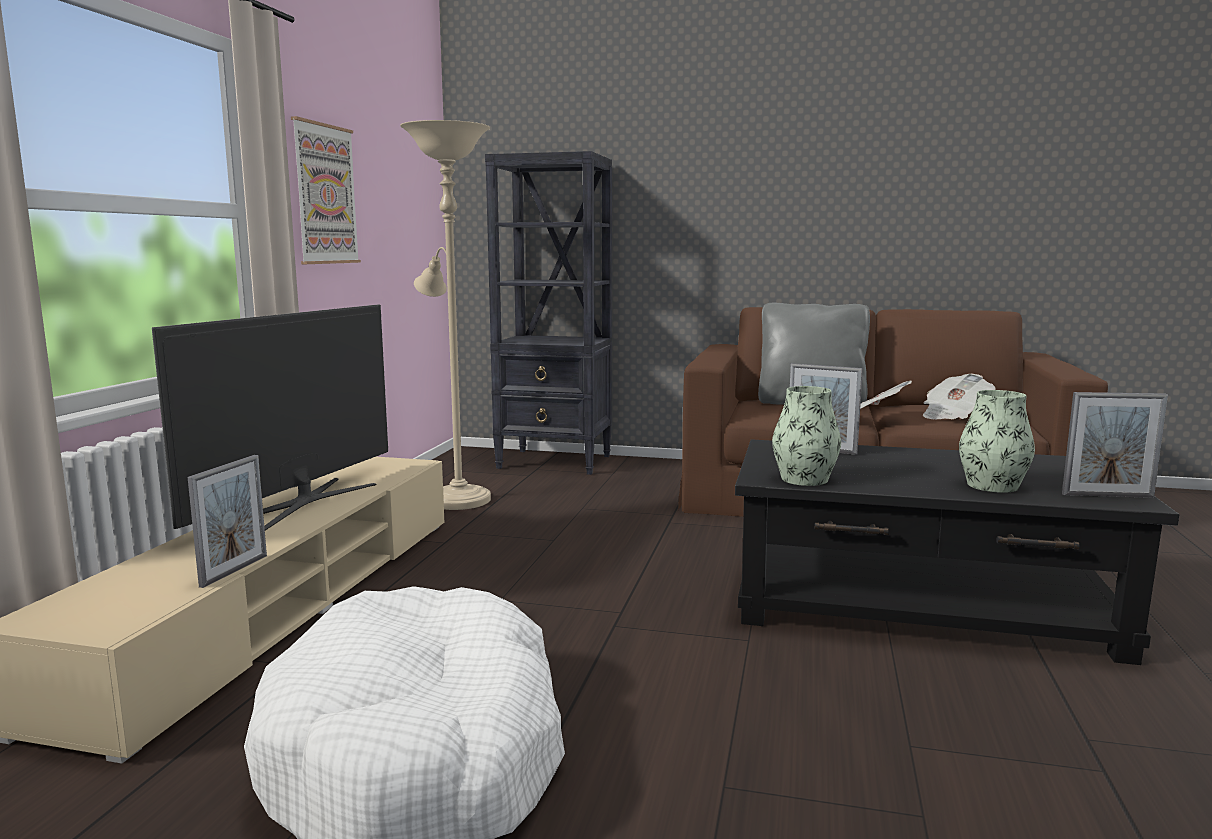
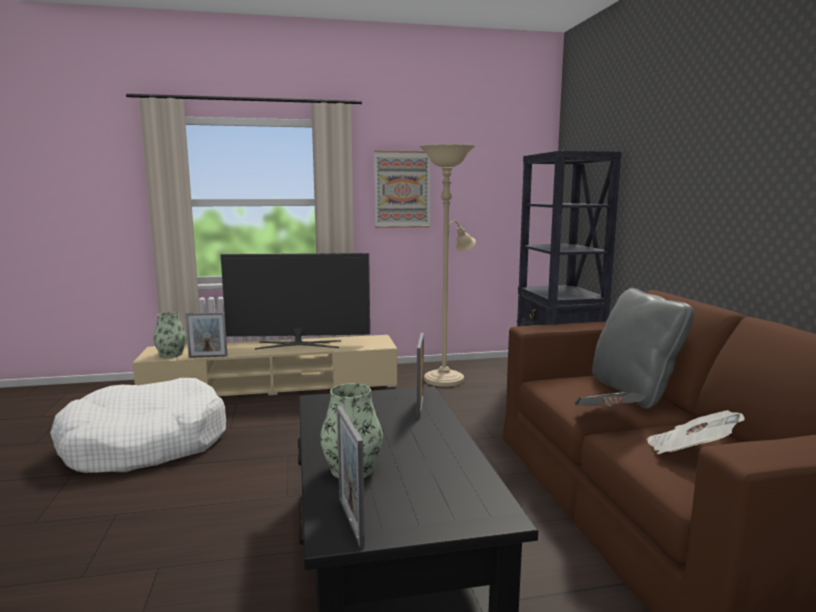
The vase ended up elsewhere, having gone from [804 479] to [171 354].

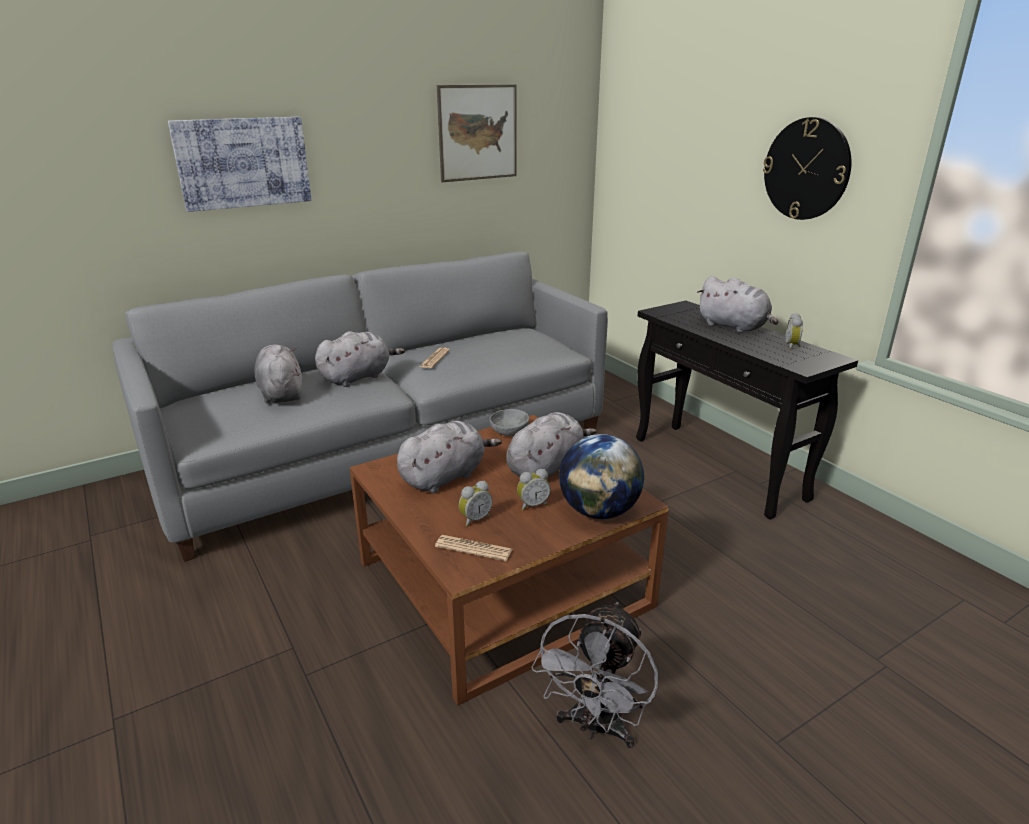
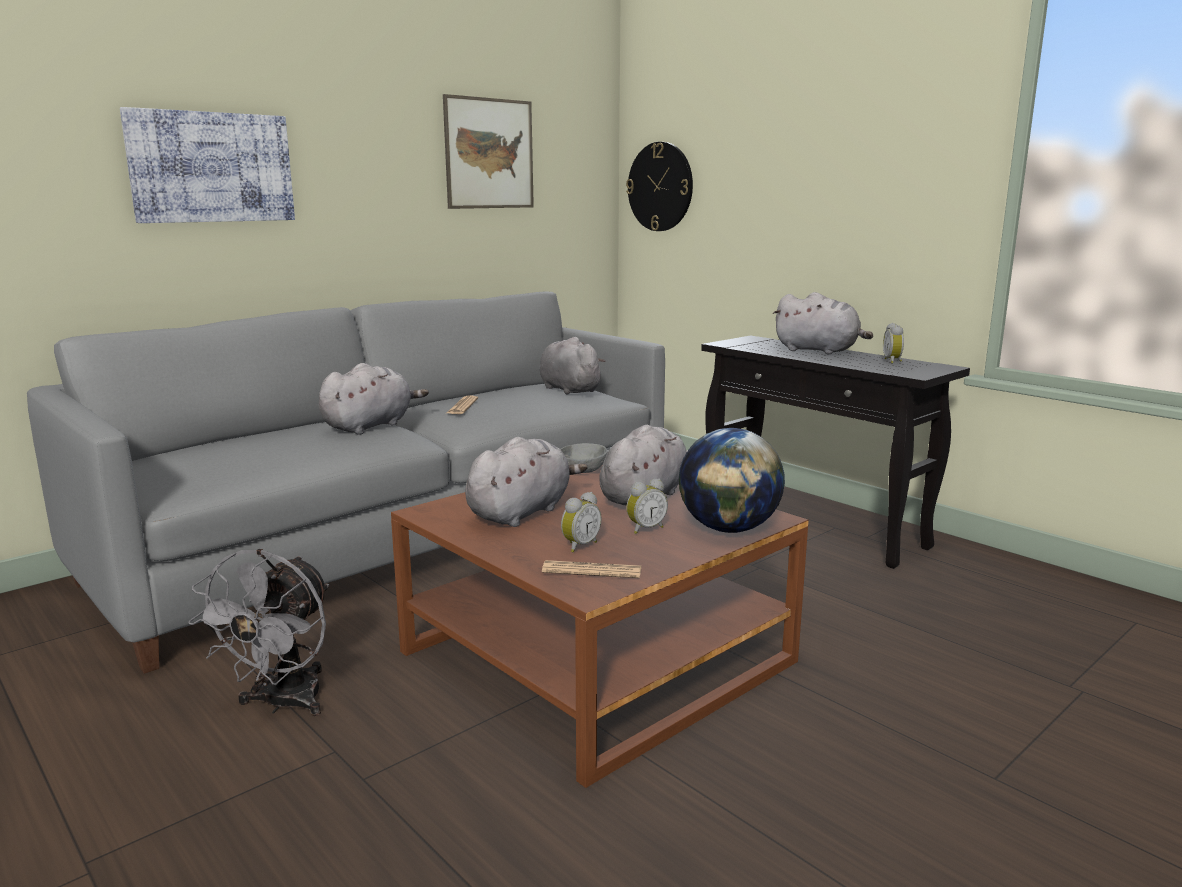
The horloge murale ended up elsewhere, having gone from [806 169] to [660 187].
The peluche [gris] ended up elsewhere, having gone from [281 393] to [568 389].
The ventilateur [gris] ended up elsewhere, having gone from [595 727] to [283 704].

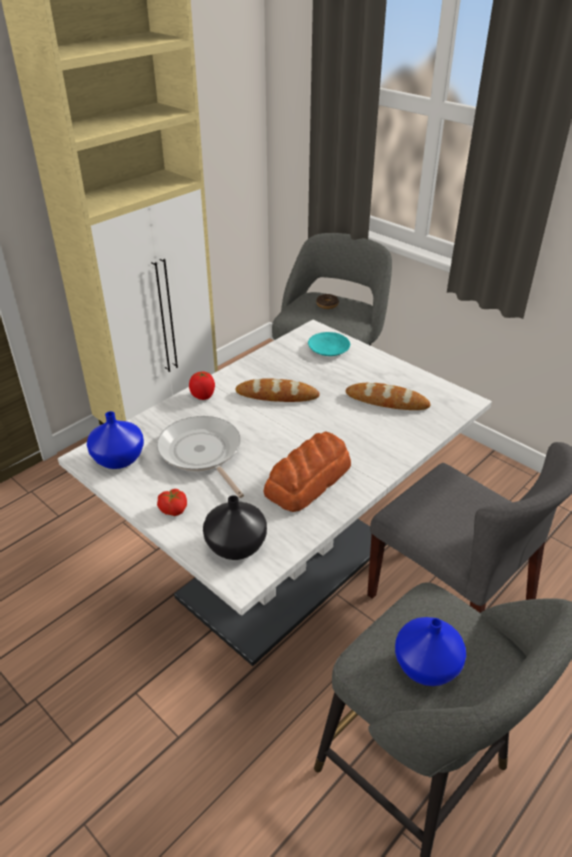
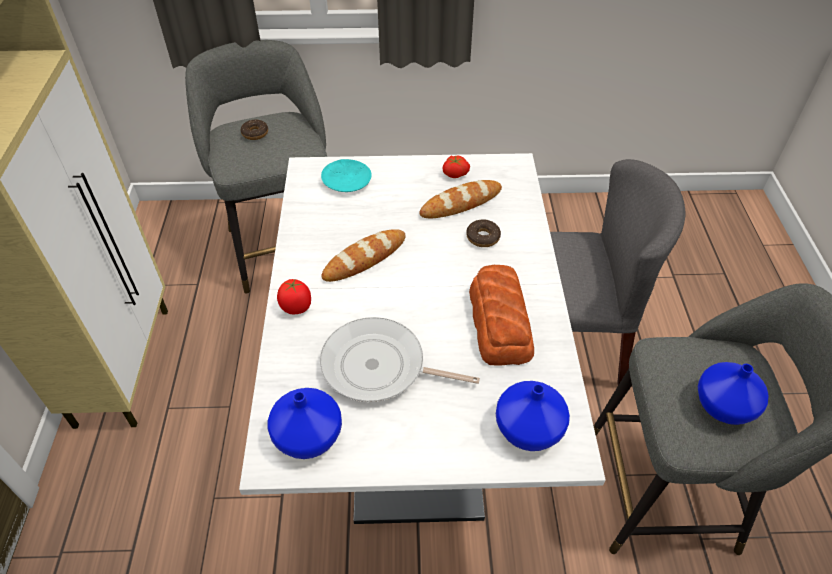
The tomate ended up elsewhere, having gone from [174 509] to [455 173].
What was the vase [noir] at [235 547] turned into the vase [bleu] at [529 431].
The second view gained the beignet at [483 237].

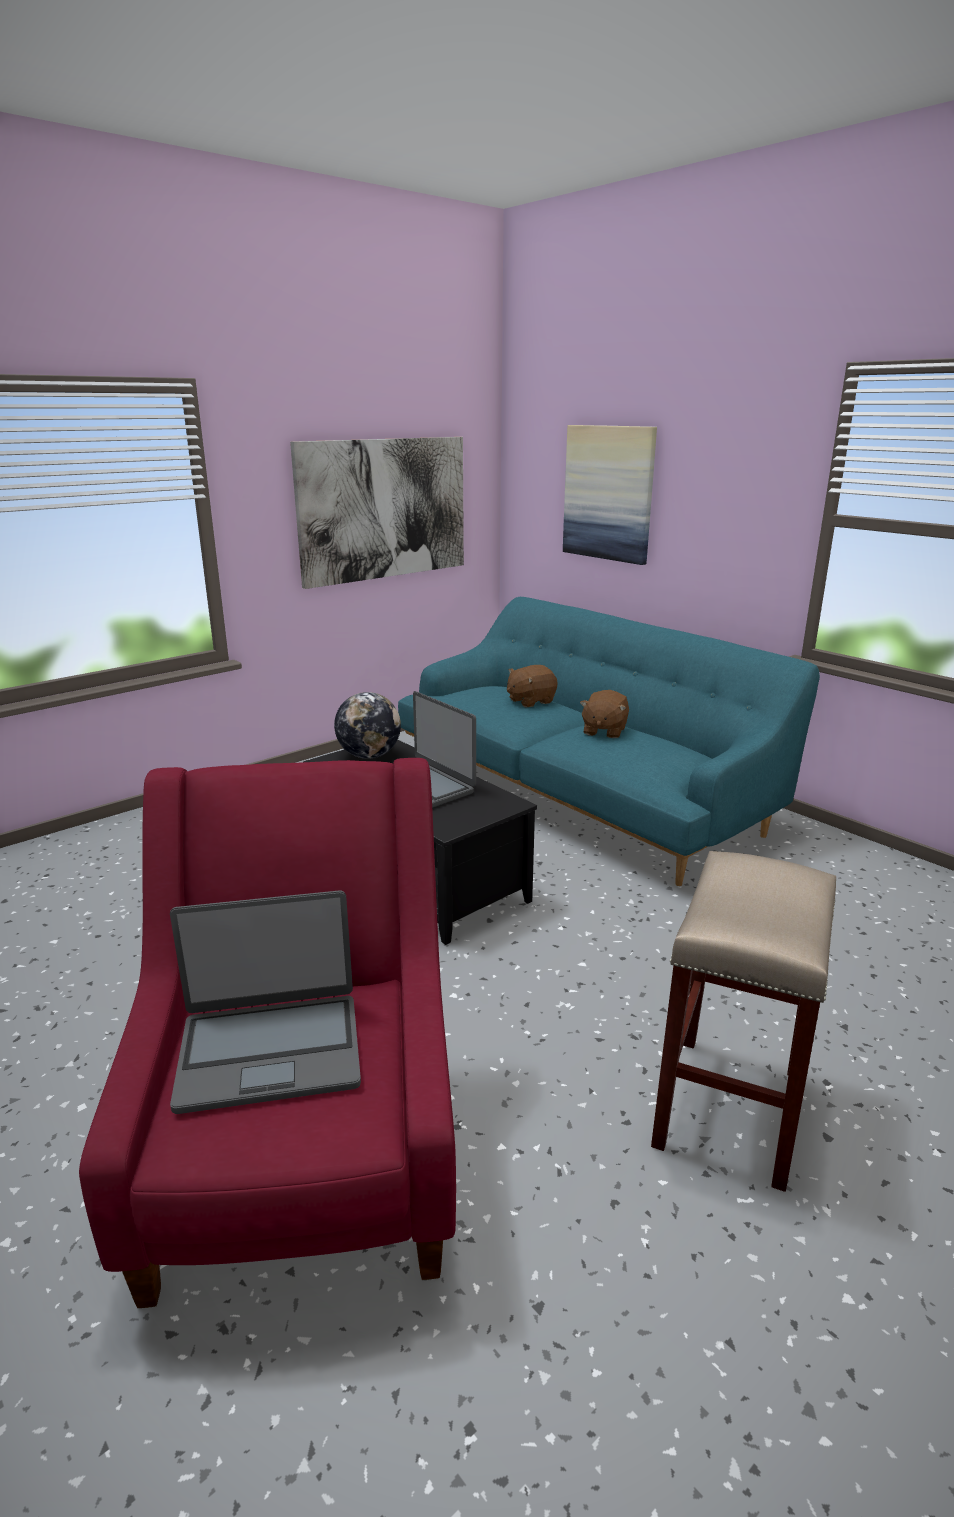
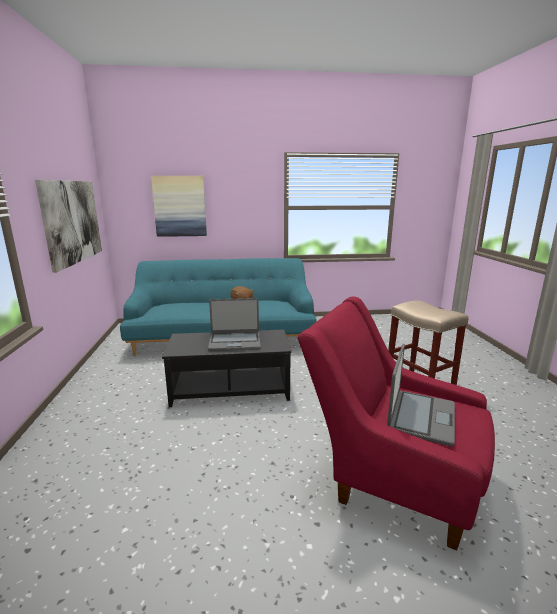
The second view lost the peluche [marron] at [530 701].
The second view lost the globe at [369 756].

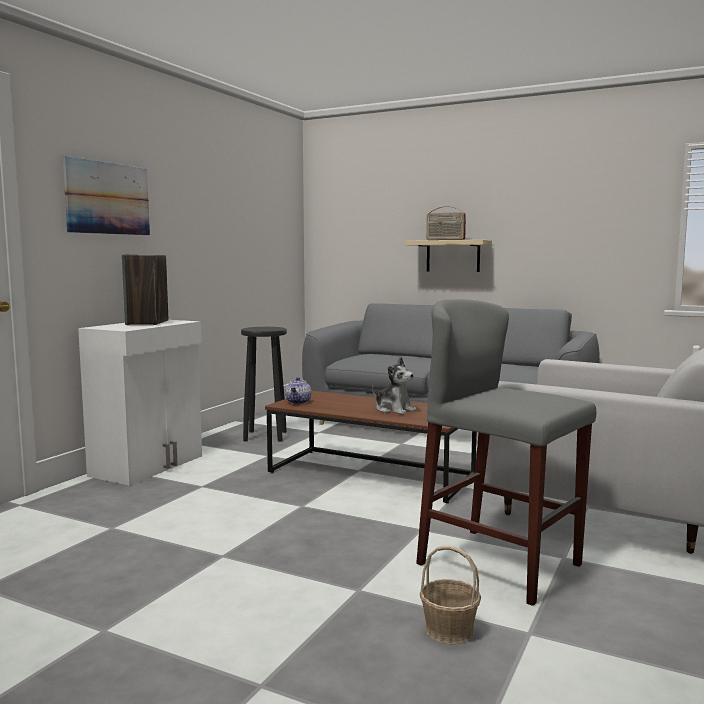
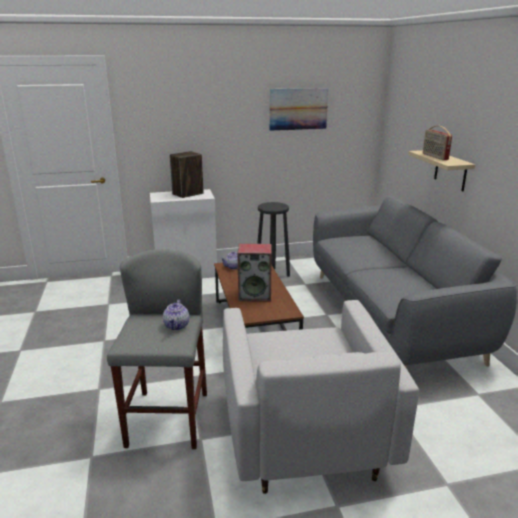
The tableau ended up elsewhere, having gone from [108 198] to [298 109].
Where the peluche stood at [394 410], the enceinte came to stand at [255 295].
The second view lost the panier at [449 630].
The second view gained the théière at [177 325].

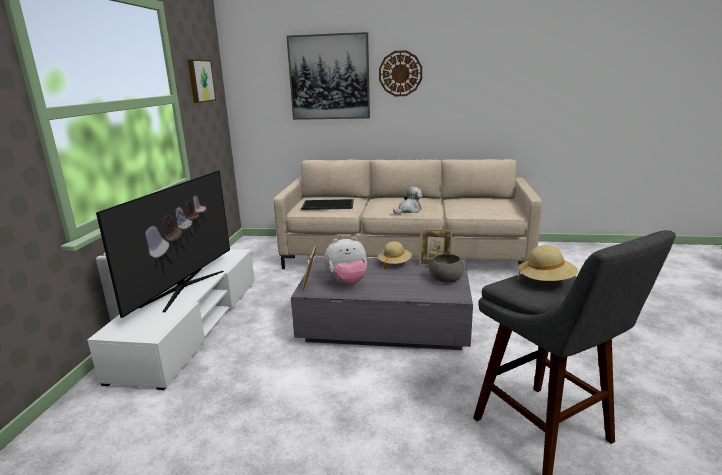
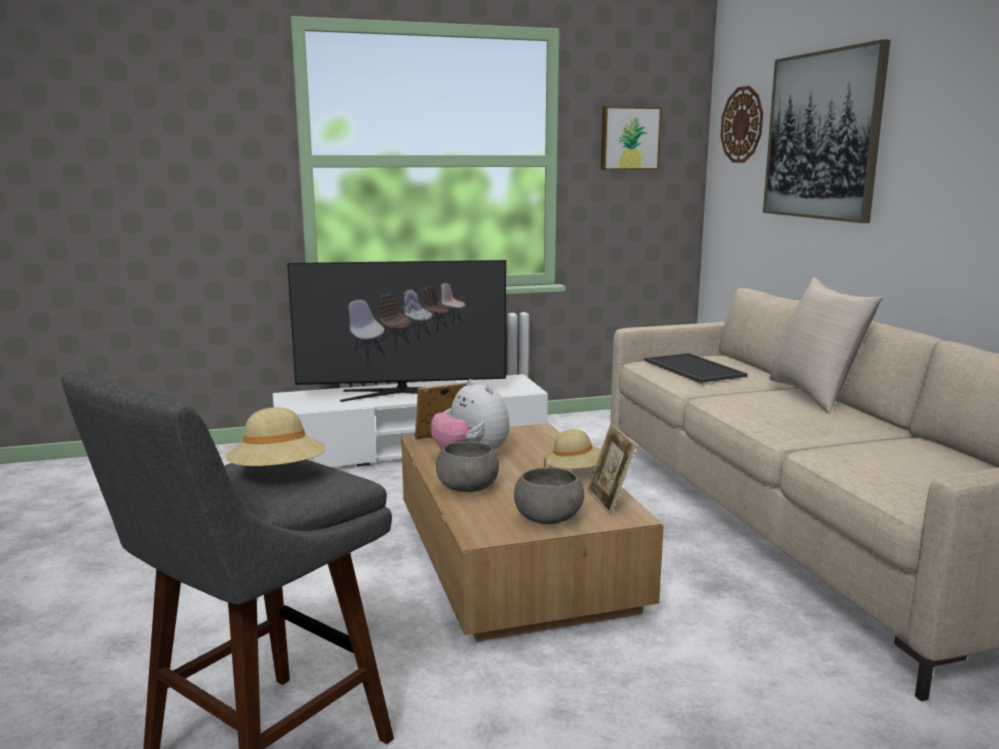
The horloge murale ended up elsewhere, having gone from [400 73] to [742 125].
The second view lost the peluche at [409 210].
What was the table basse [gris] at [385 323] turned into the table basse [marron] at [514 559].
The second view gained the coussin [beige] at [814 395].
The second view gained the bol [gris] at [468 487].

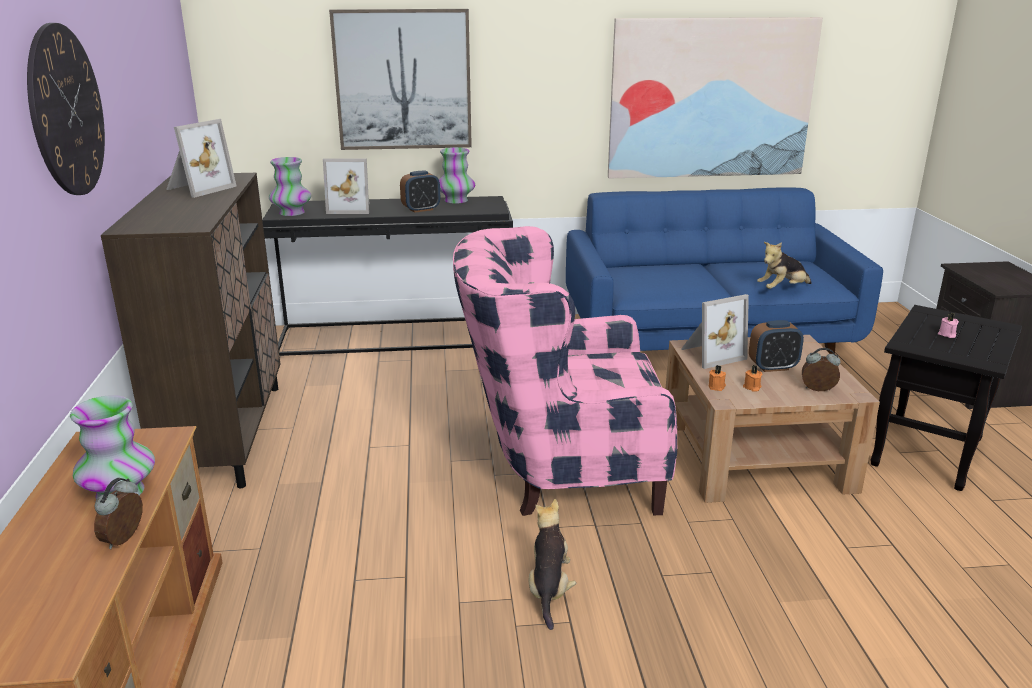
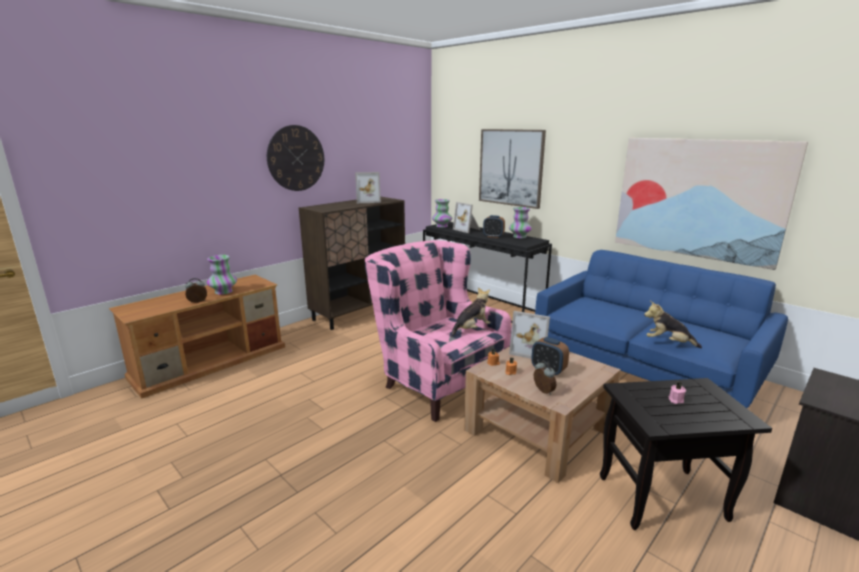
The peluche ended up elsewhere, having gone from [549 589] to [471 329].

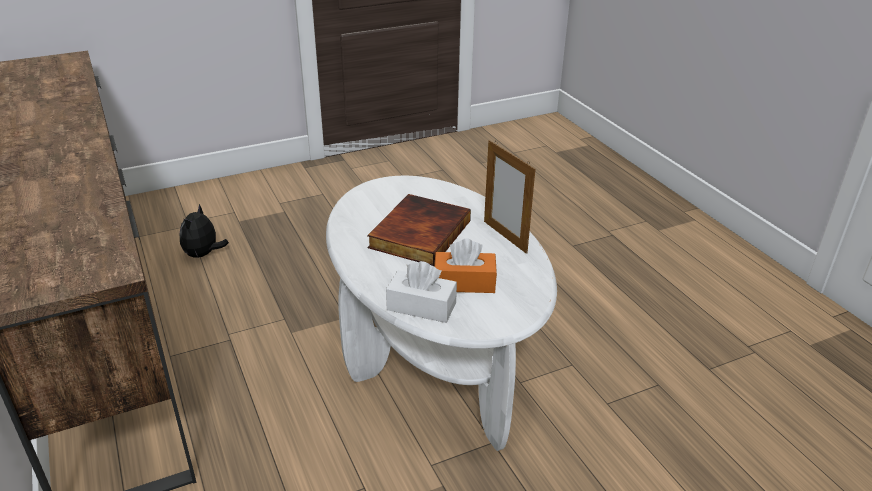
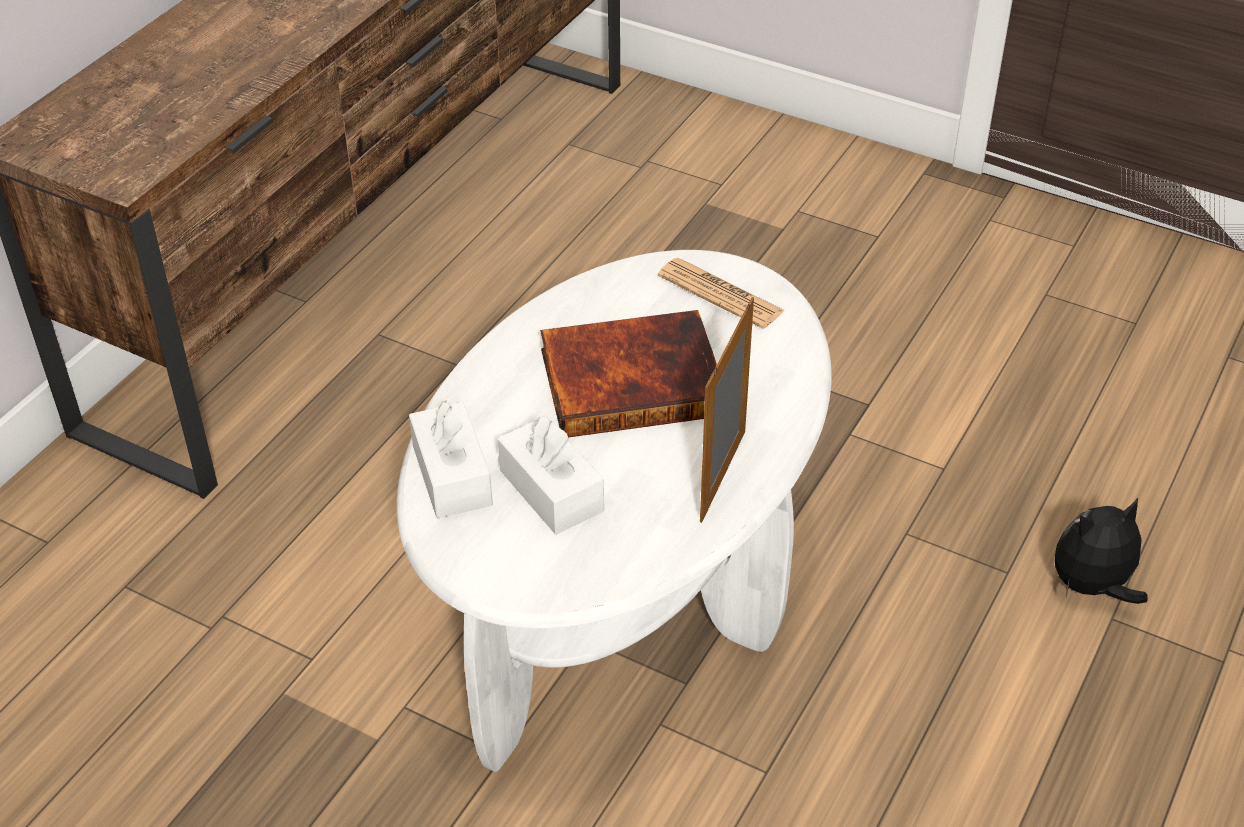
The peluche ended up elsewhere, having gone from [203 254] to [1092 587].
What was the boîte à mouchoirs [orange] at [464 283] turned into the boîte à mouchoirs [blanc] at [551 490].
The second view gained the journal at [720 294].

